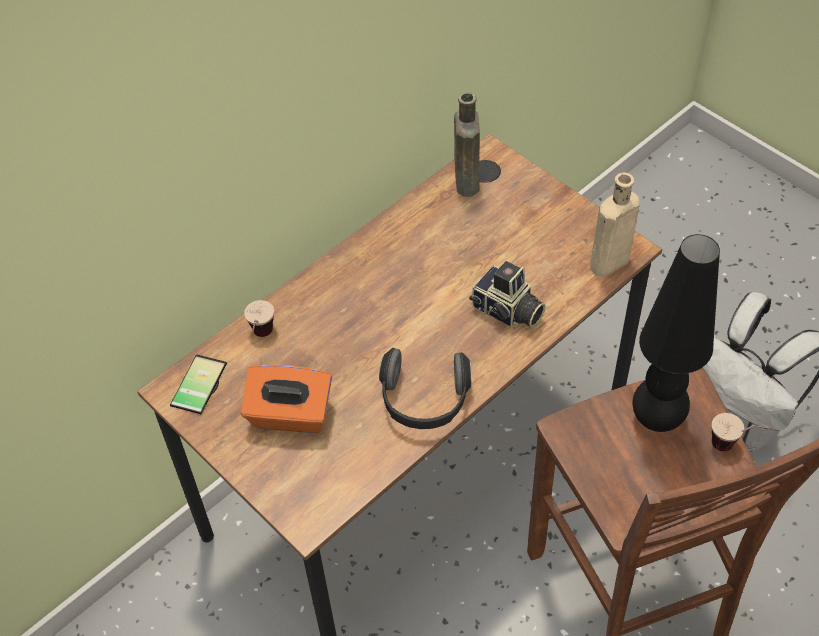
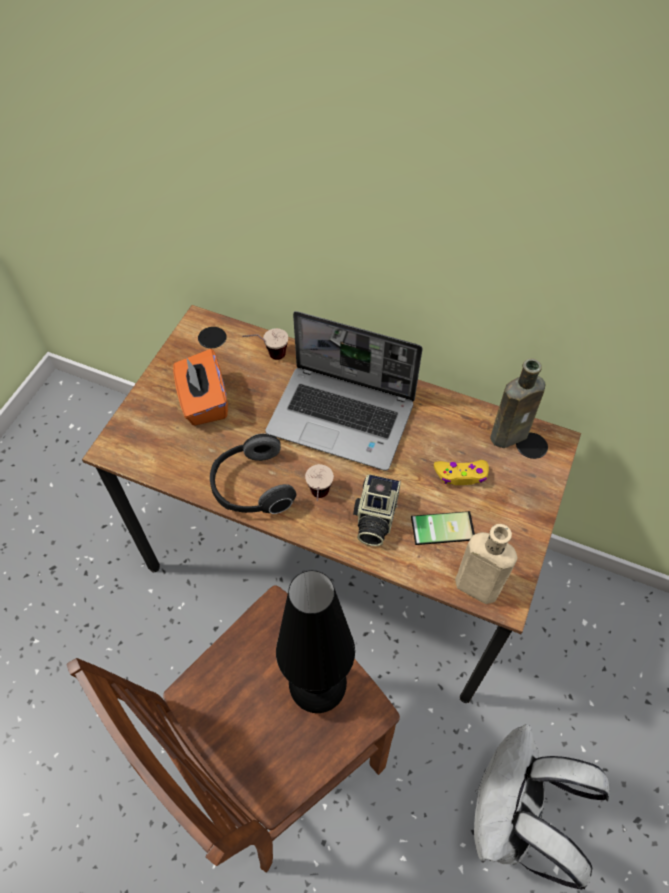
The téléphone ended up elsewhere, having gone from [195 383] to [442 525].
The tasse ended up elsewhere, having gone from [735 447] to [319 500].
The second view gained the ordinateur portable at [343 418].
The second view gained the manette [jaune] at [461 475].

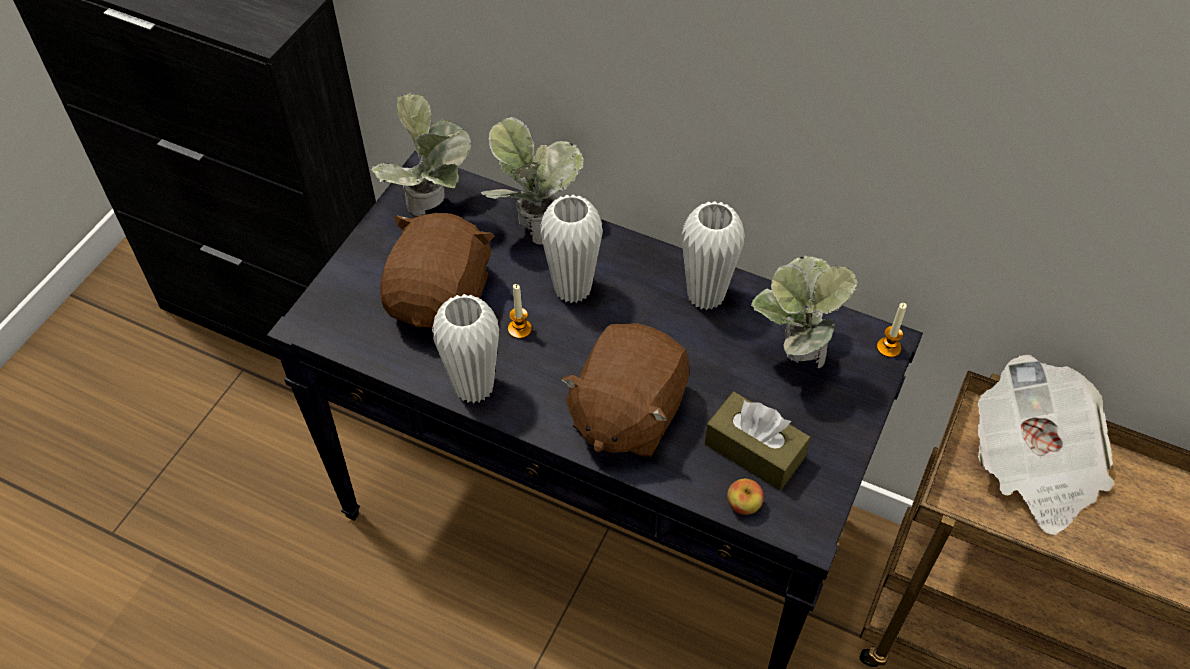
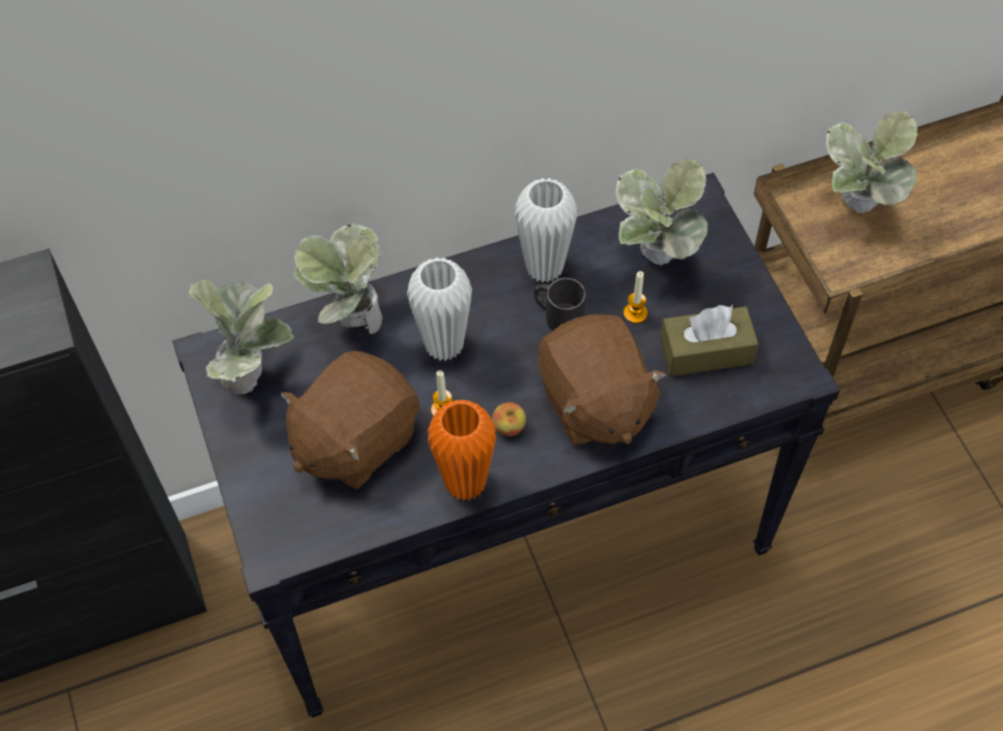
The peluche [marron] at [442 299] ended up facing another way, 105 degrees counterclockwise from before.
What was the vase [blanc] at [474 387] turned into the vase [orange] at [465 483].
The bougie ended up elsewhere, having gone from [888 348] to [635 313].
Where the journal stood at [1034 465], the plante en pot came to stand at [854 211].
The pomme ended up elsewhere, having gone from [743 505] to [509 427].
The second view gained the mug [noir] at [557 315].

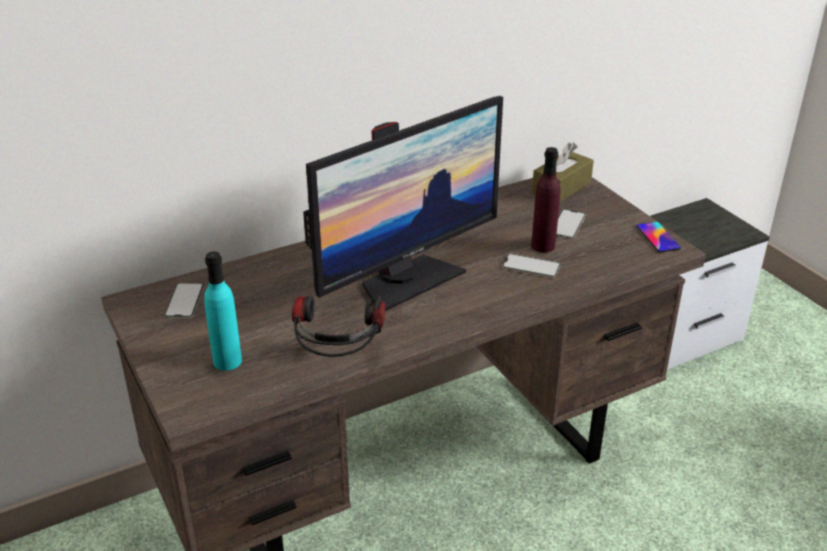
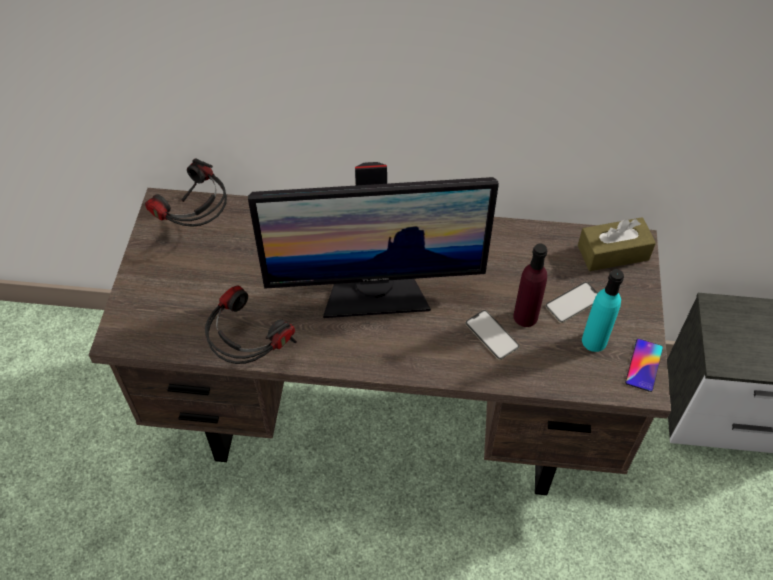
The bouteille [turquoise] ended up elsewhere, having gone from [227 361] to [594 341].
Where the téléphone stood at [184 301], the casque audio came to stand at [197 223].

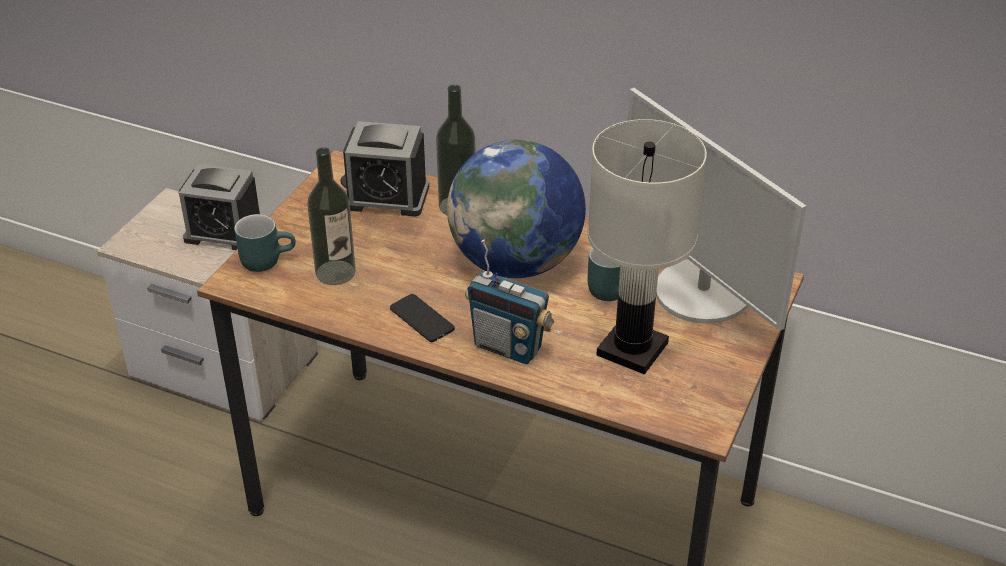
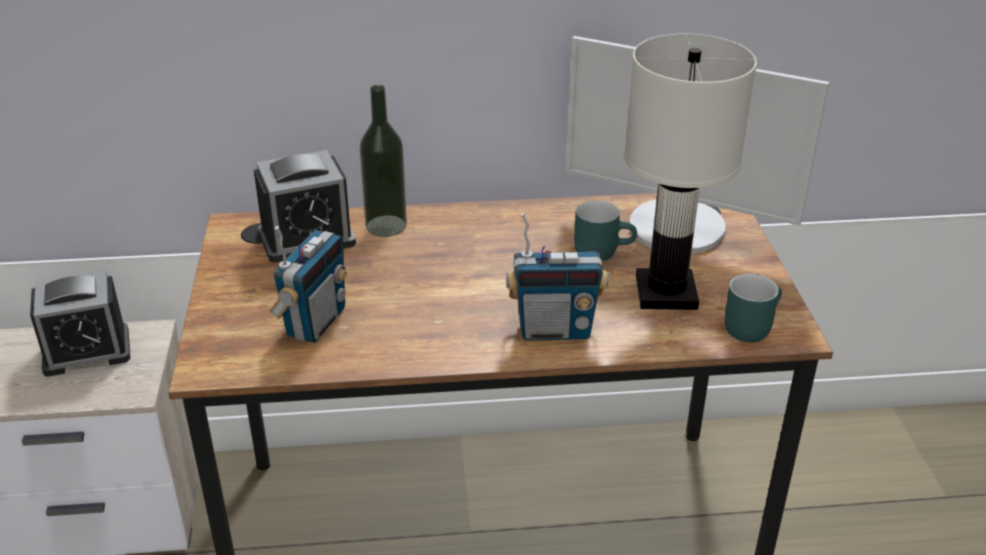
The second view lost the globe at [516 263].
Where the bouteille stood at [335 272], the radio came to stand at [315 322].
The mug [turquoise] ended up elsewhere, having gone from [267 259] to [749 325].
The second view lost the téléphone at [422 319].

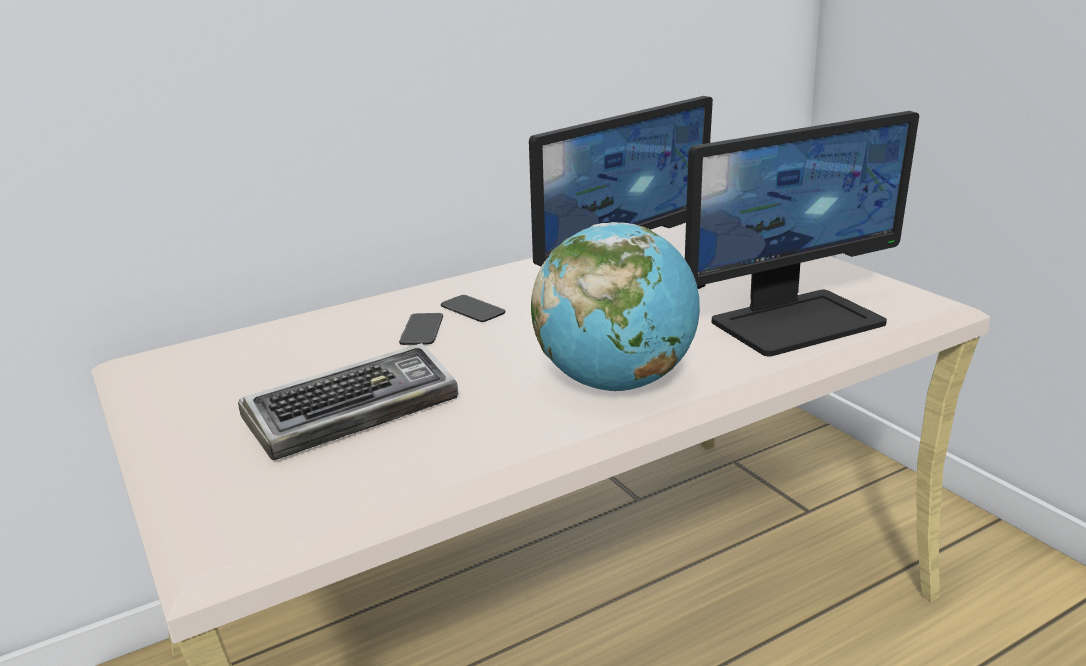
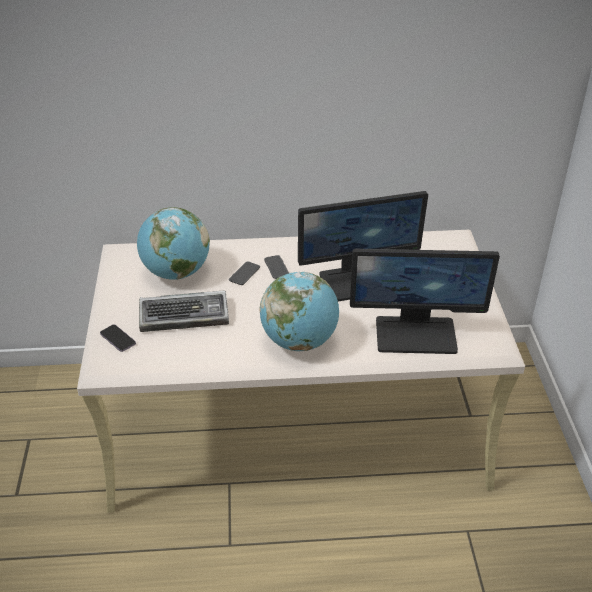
The second view gained the globe at [176 272].
The second view gained the téléphone at [118 339].

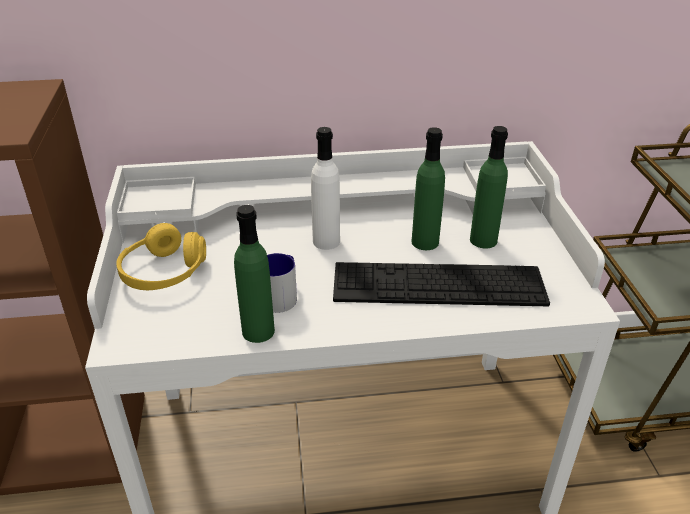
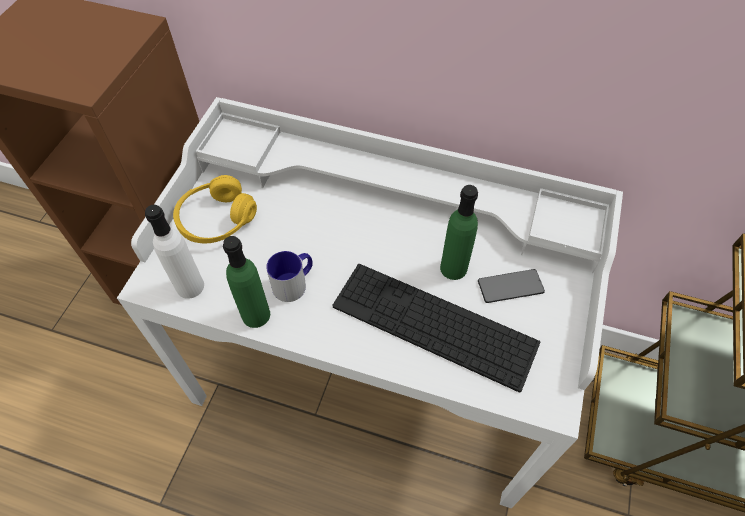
Where the bouteille [vert] stood at [483 240], the téléphone came to stand at [510 287].
The bouteille [blanc] ended up elsewhere, having gone from [326 241] to [190 286].

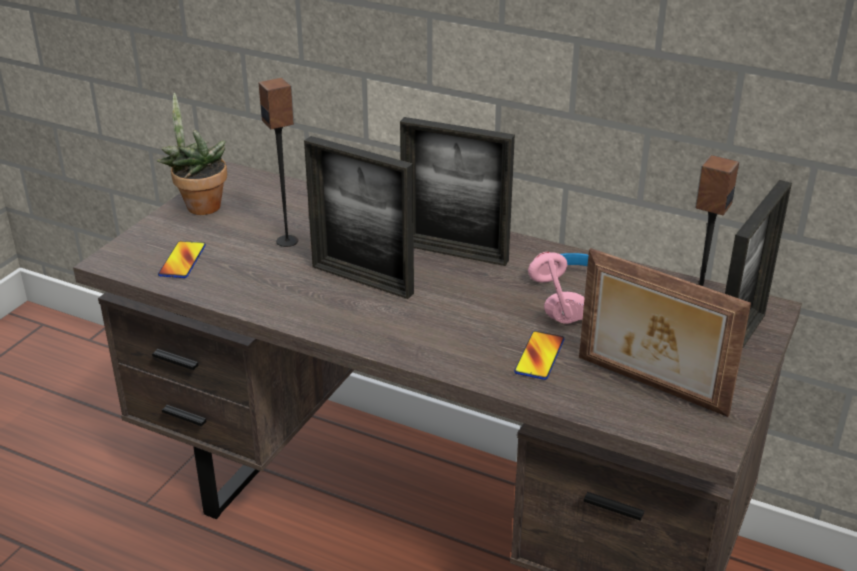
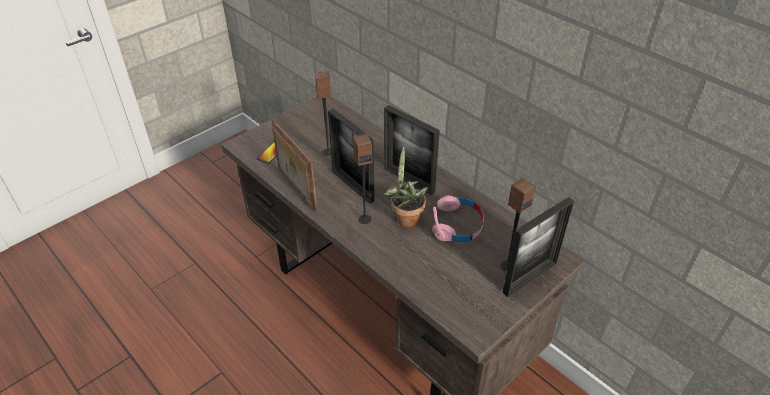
The plante en pot ended up elsewhere, having gone from [199 205] to [405 217].
The cadre photo ended up elsewhere, having gone from [650 387] to [296 189].
The second view lost the téléphone at [539 356].
The second view gained the enceinte at [364 219].

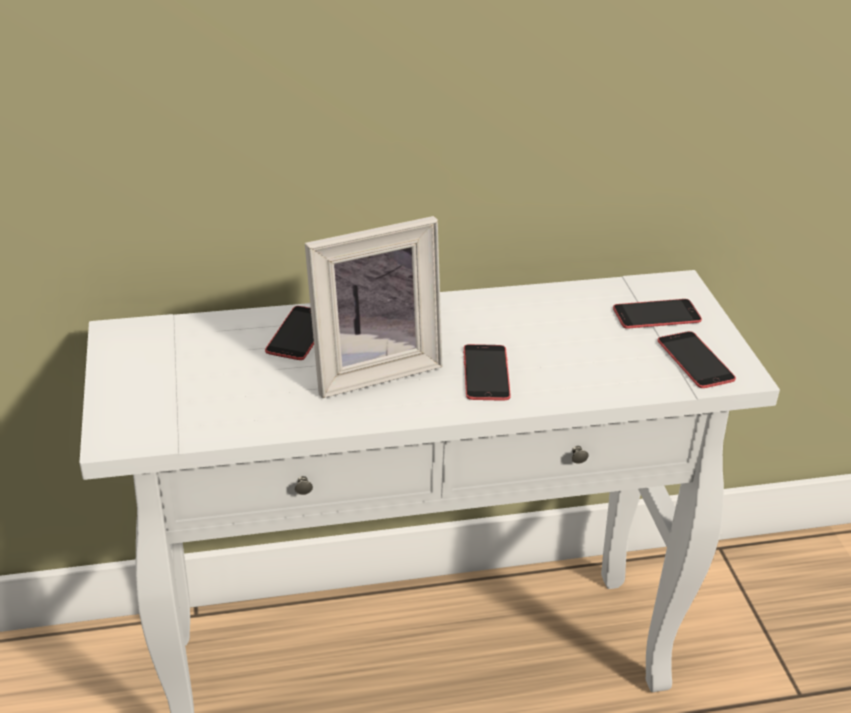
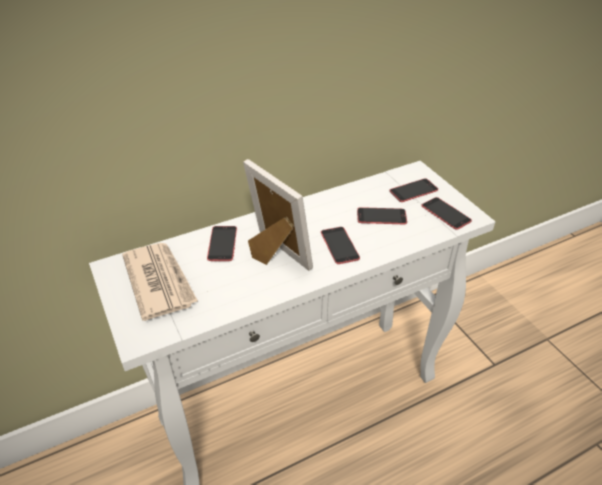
The cadre photo at [372 367] ended up facing another way, 90 degrees counterclockwise from before.
The second view gained the téléphone at [381 216].
The second view gained the journal at [159 281].

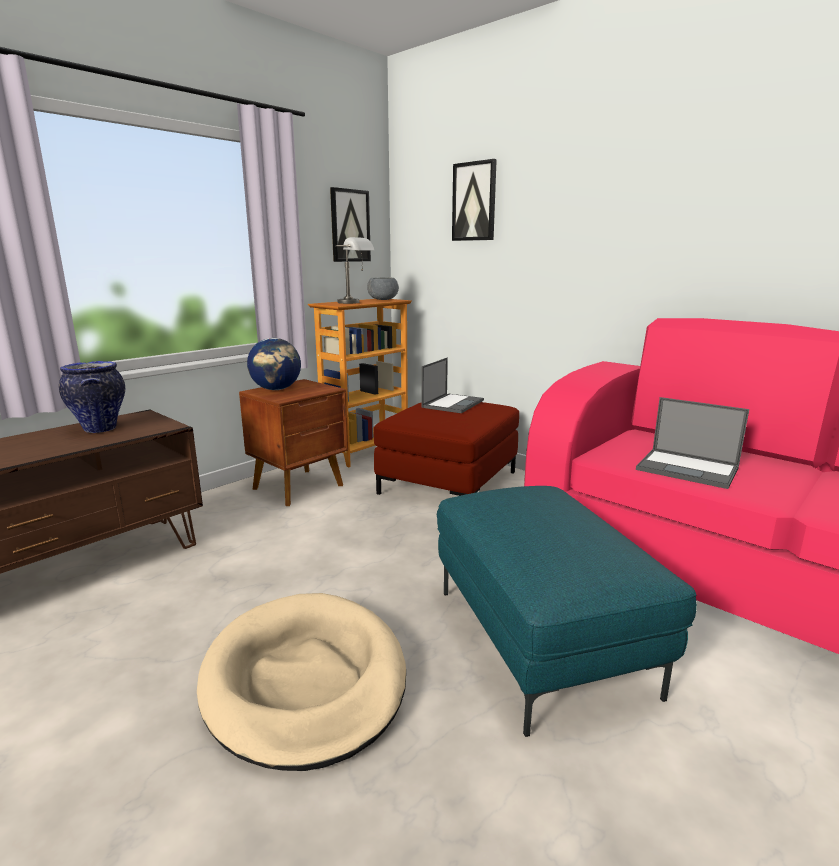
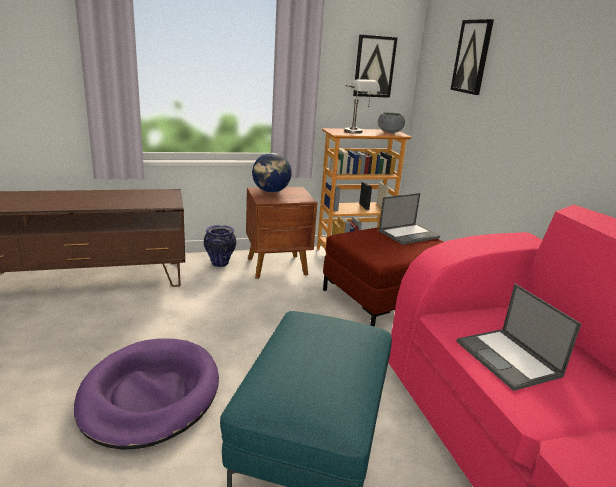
The vase ended up elsewhere, having gone from [100 429] to [220 263].
What was the panier pour chien [beige] at [305 680] turned into the panier pour chien [violet] at [150 395].

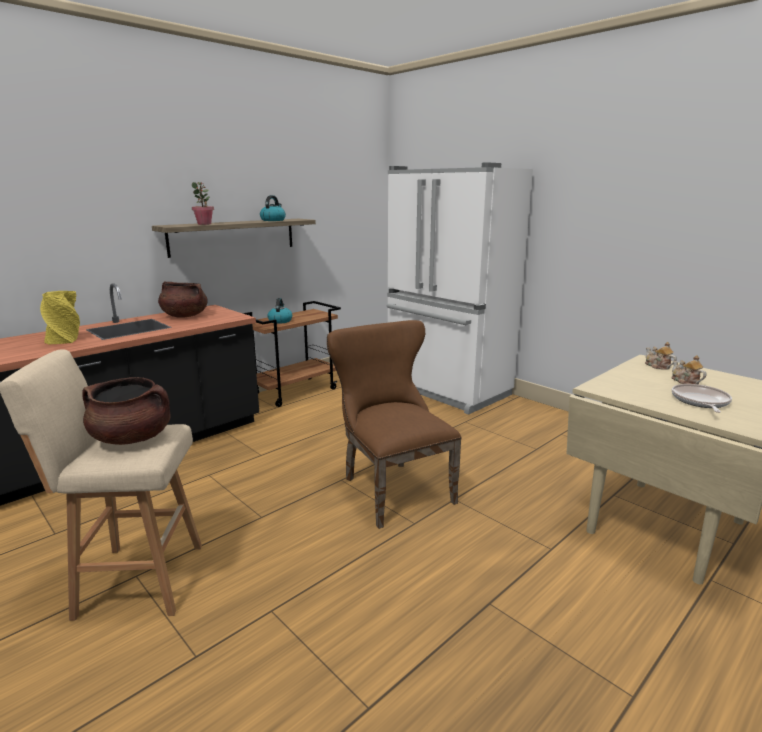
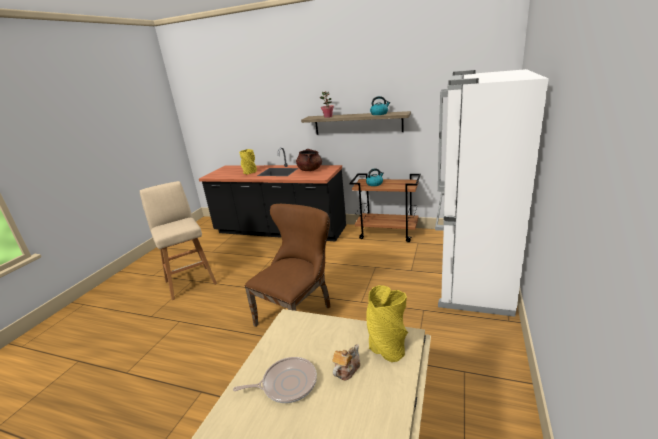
Where the théière stood at [657 366], the vase [jaune] came to stand at [387 346].
The second view lost the marmite [marron] at [132 438].

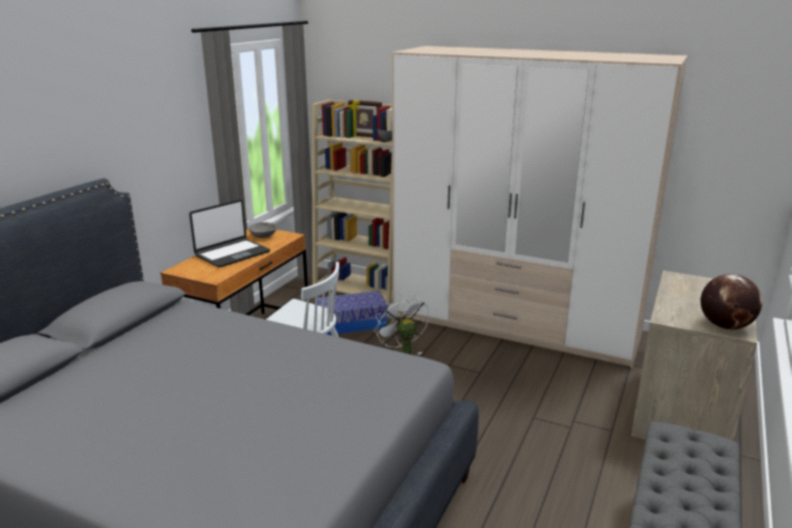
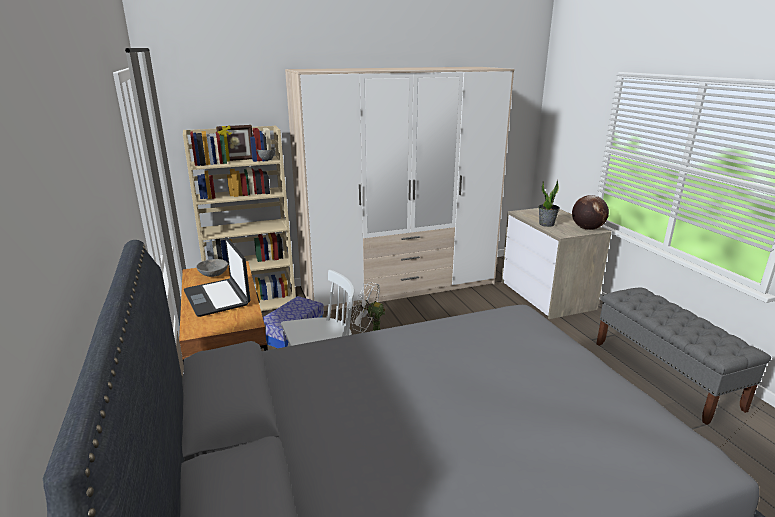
The ordinateur portable at [232 254] ended up facing another way, 150 degrees clockwise from before.
The second view gained the plante en pot at [546 224].

